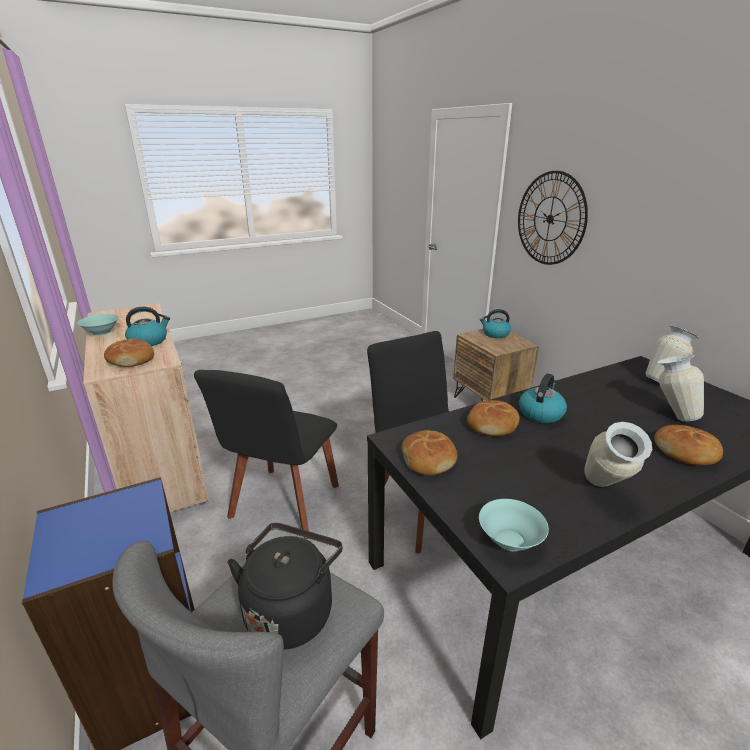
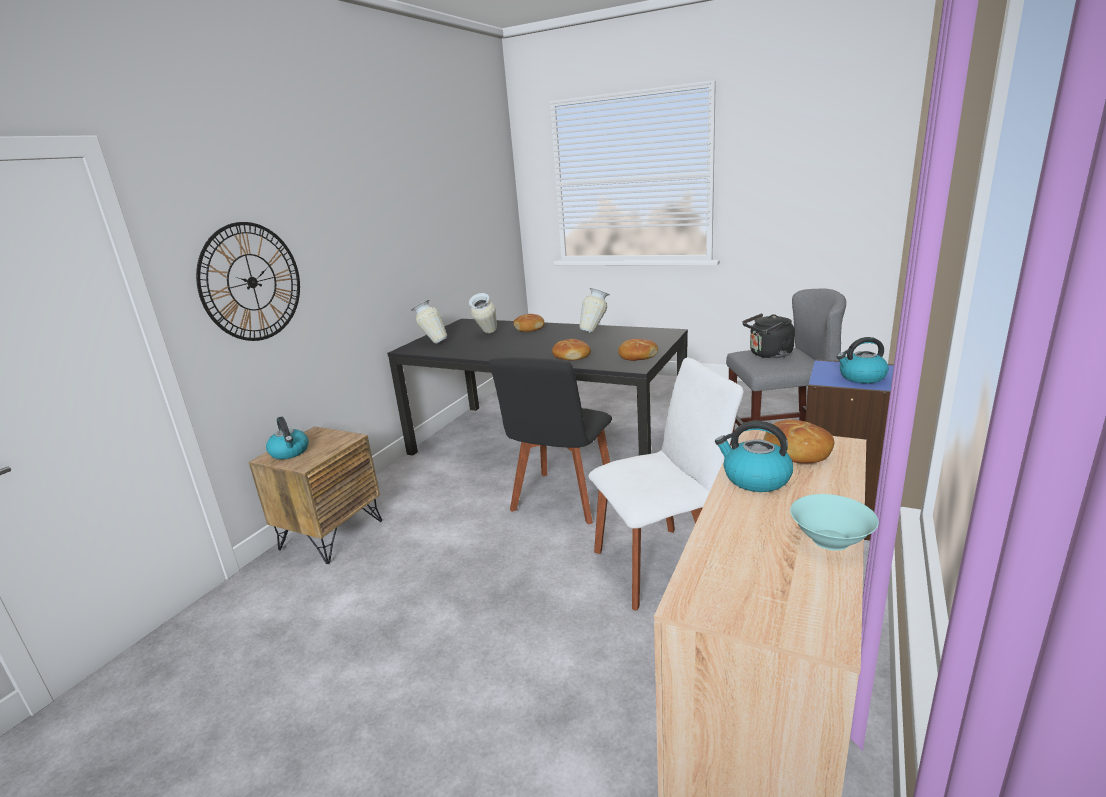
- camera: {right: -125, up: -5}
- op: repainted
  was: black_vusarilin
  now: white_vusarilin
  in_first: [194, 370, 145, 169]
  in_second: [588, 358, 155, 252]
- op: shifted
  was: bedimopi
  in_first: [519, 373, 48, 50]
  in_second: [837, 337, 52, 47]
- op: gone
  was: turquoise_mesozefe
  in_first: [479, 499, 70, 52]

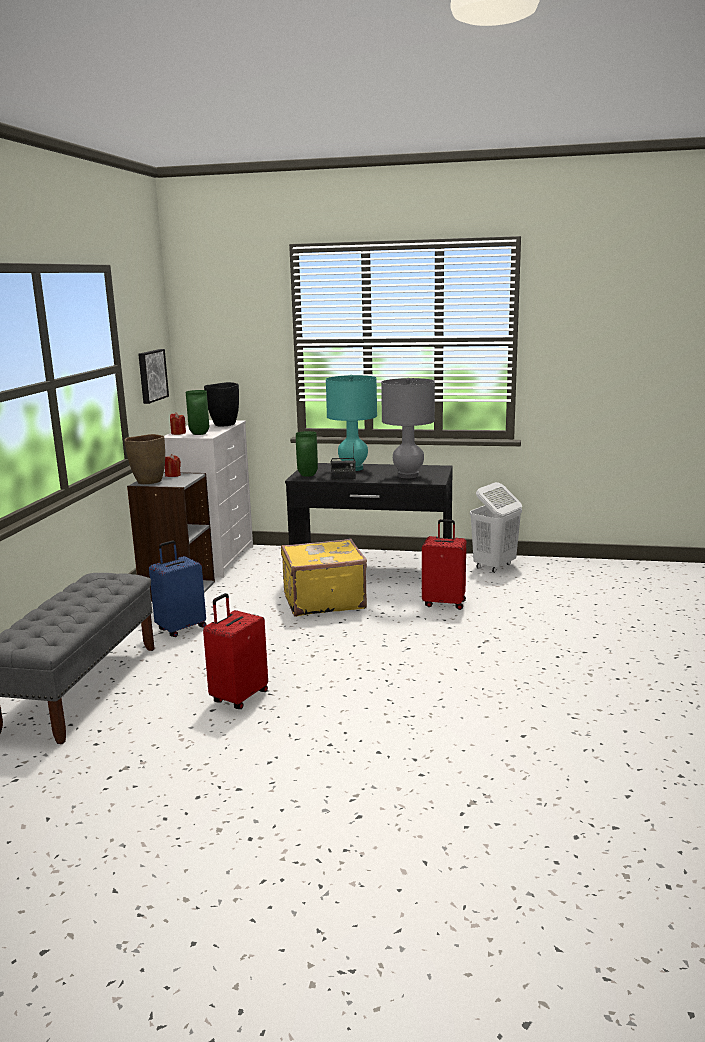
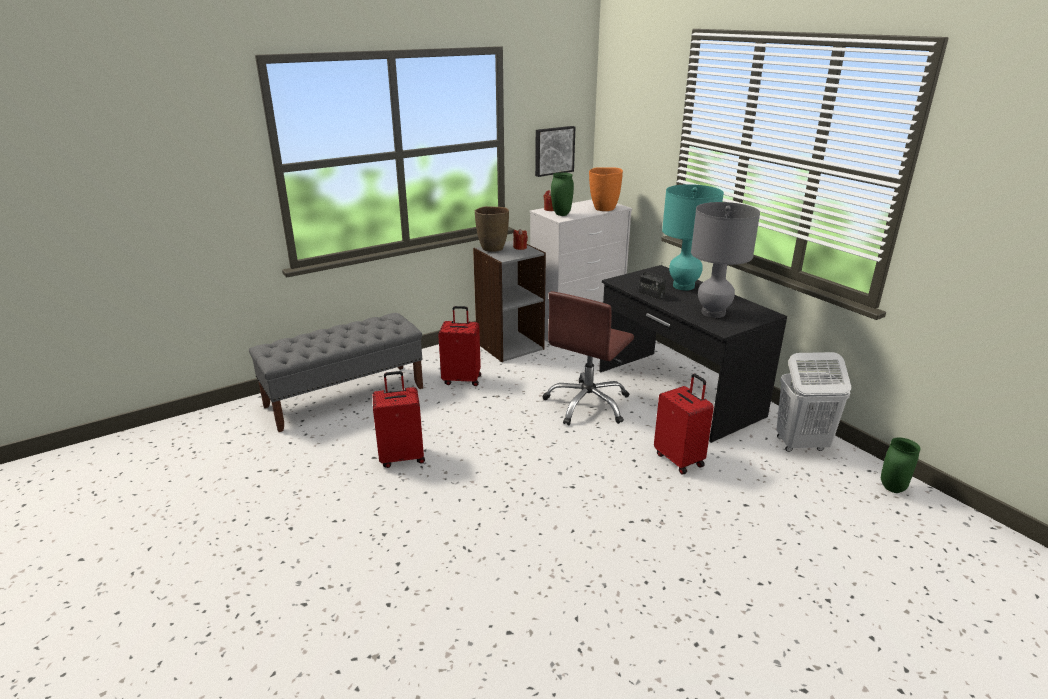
- camera: {right: 45, up: 10}
- op: repainted
  was: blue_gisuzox
  now: red_gisuzox
  in_first: [149, 541, 58, 96]
  in_second: [438, 306, 43, 80]
- op: swapped
  was: yellow_gisuzox
  now: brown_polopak
  in_first: [281, 538, 86, 79]
  in_second: [543, 291, 91, 134]
- op: repainted
  was: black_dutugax
  now: orange_dutugax
  in_first: [204, 382, 35, 44]
  in_second: [589, 167, 34, 44]
- op: shifted
  was: green_dutugax
  in_first: [296, 431, 22, 45]
  in_second: [881, 437, 40, 56]

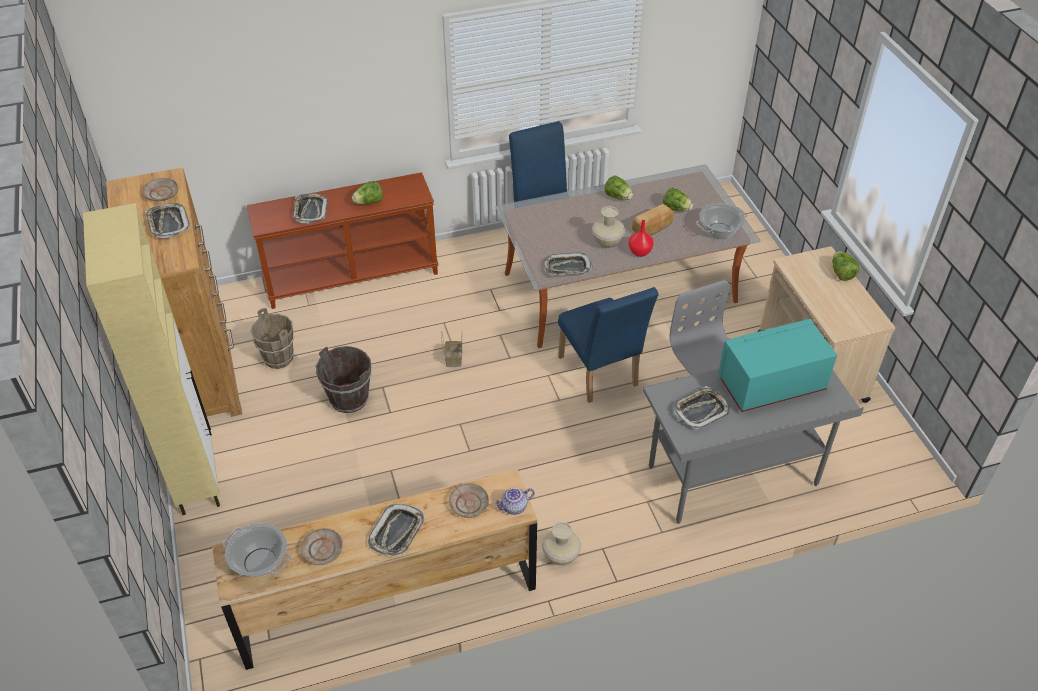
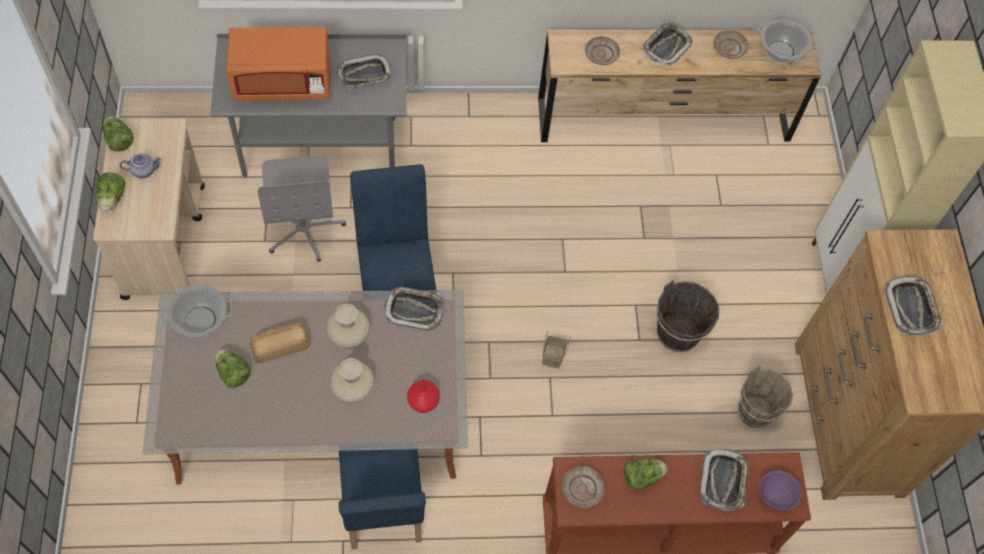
- camera: {right: -170, up: 15}
- op: shifted
  was: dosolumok
  in_first: [604, 175, 29, 25]
  in_second: [103, 116, 31, 36]
- op: shifted
  was: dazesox
  in_first: [494, 488, 41, 27]
  in_second: [120, 153, 42, 25]
- op: repainted
  was: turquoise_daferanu
  now: orange_daferanu
  in_first: [718, 319, 119, 93]
  in_second: [226, 27, 104, 74]
- op: shifted
  was: beige_dutugax
  in_first: [542, 522, 39, 43]
  in_second: [330, 358, 45, 45]
- op: shifted
  was: red_dutugax
  in_first: [628, 220, 26, 37]
  in_second: [407, 379, 33, 34]
- op: shifted
  was: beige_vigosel
  in_first: [142, 178, 36, 23]
  in_second: [562, 466, 43, 42]
- op: new
  now: purple_mesozefe
  in_second: [759, 470, 43, 41]

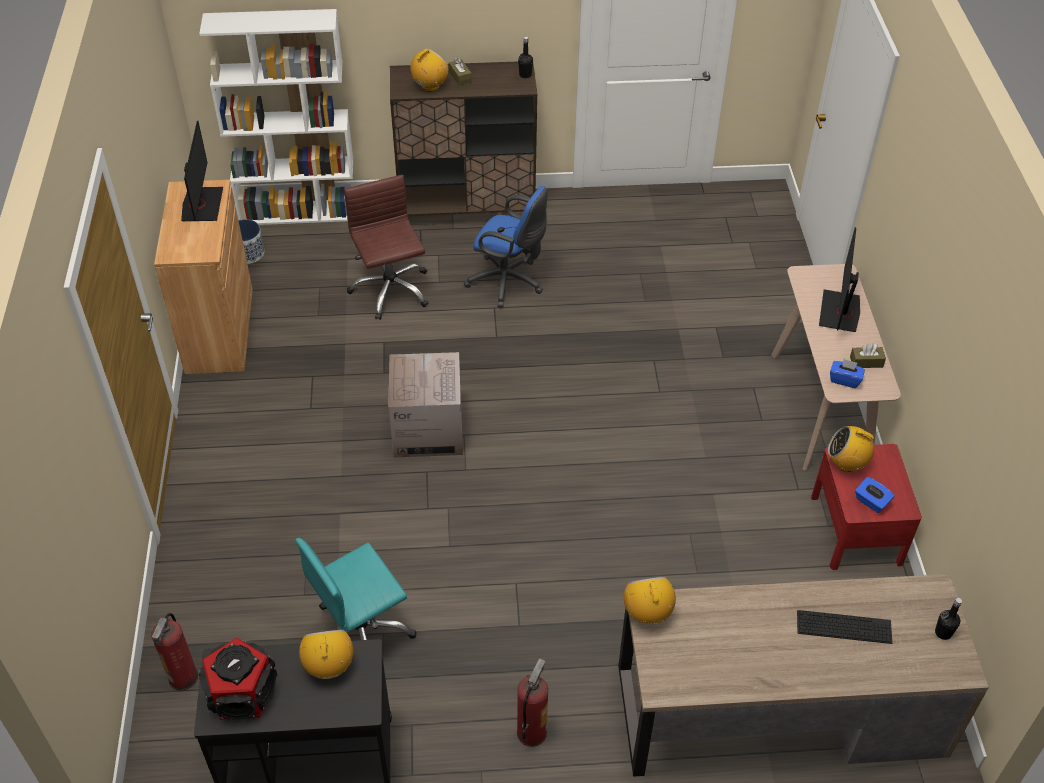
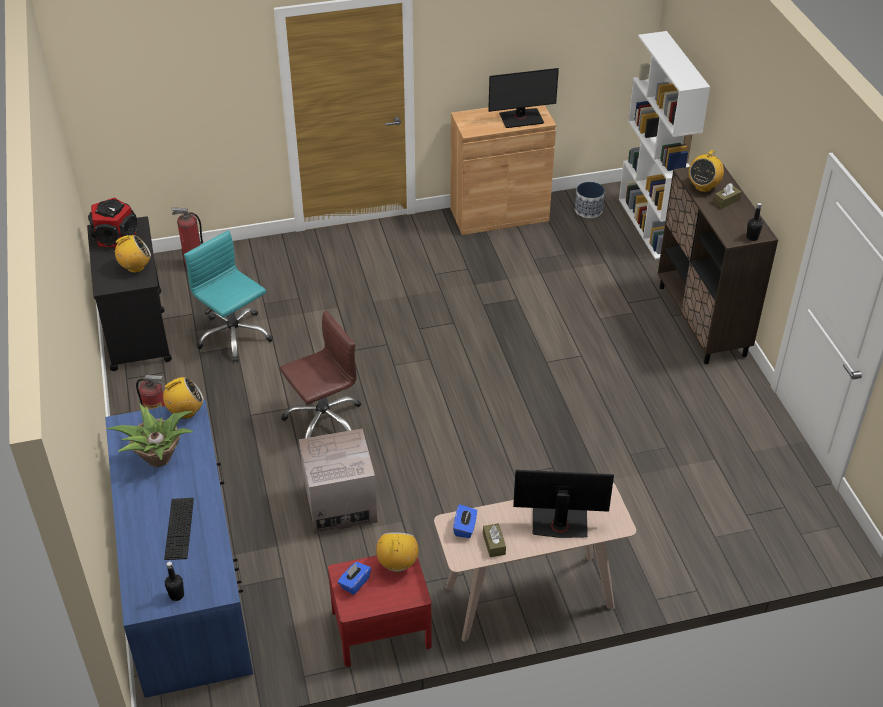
- camera: {right: 80, up: -5}
- op: repainted
  was: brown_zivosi
  now: blue_zivosi
  in_first: [618, 574, 371, 203]
  in_second: [105, 399, 148, 299]
- op: new
  now: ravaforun
  in_second: [107, 404, 86, 63]
- op: shifted
  was: brown_polopak
  in_first: [344, 175, 84, 145]
  in_second: [280, 311, 81, 127]
- op: shifted
  was: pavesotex
  in_first: [388, 352, 75, 105]
  in_second: [299, 429, 79, 105]
- op: rotated
  was: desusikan
  in_first: [410, 49, 39, 43]
  in_second: [689, 148, 35, 44]
  clockwise: 90
- op: gone
  was: blue_polopak
  in_first: [464, 186, 84, 122]

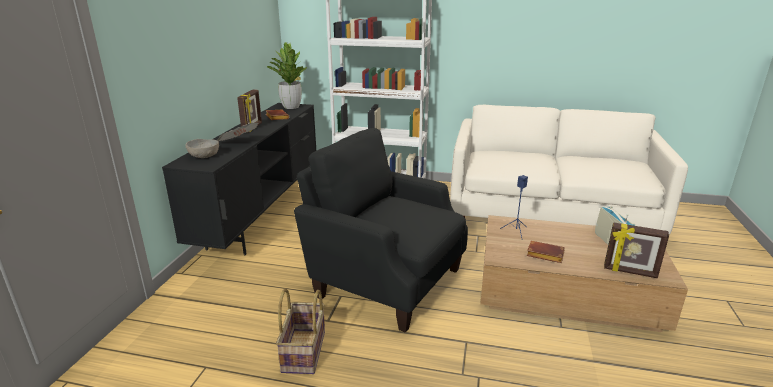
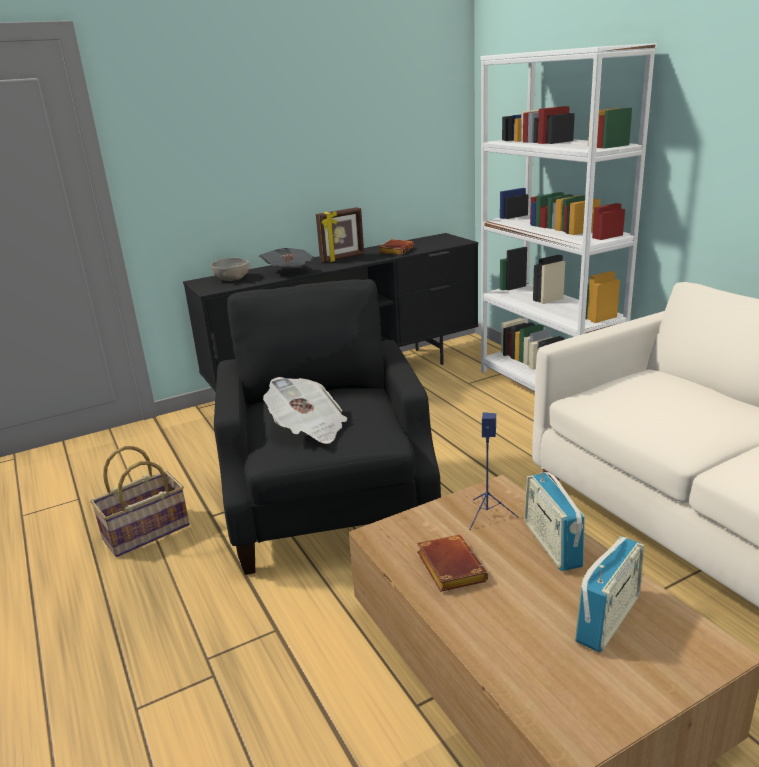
- camera: {right: 50, up: 0}
- op: new
  now: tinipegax
  in_second: [263, 377, 85, 67]
- op: new
  now: desusikan
  in_second: [524, 467, 61, 104]
- op: gone
  was: ravaforun
  in_first: [267, 42, 40, 67]
- op: gone
  was: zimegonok
  in_first: [604, 222, 65, 56]

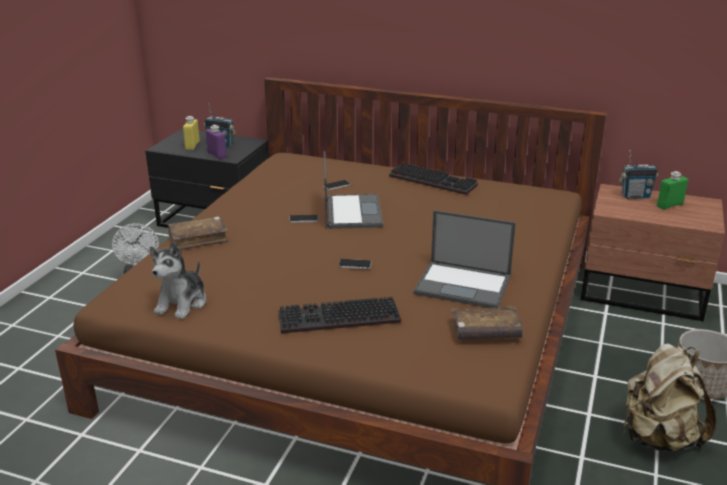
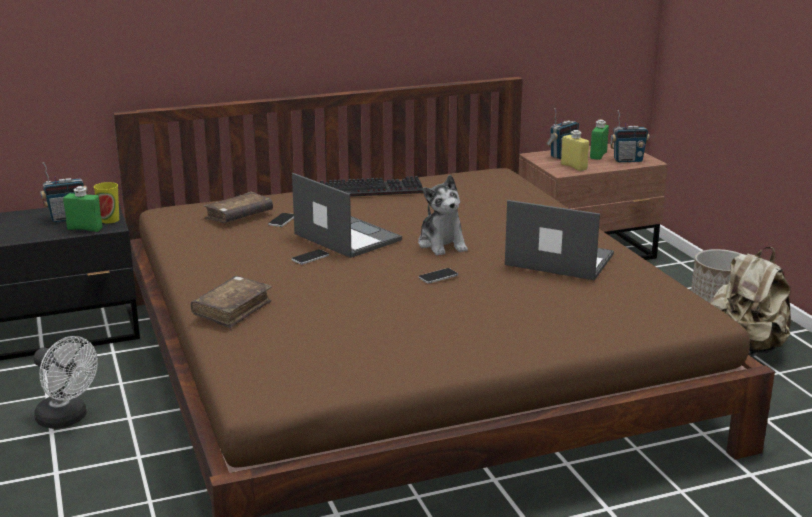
- camera: {right: -40, up: -5}
- op: repainted
  was: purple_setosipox
  now: green_setosipox
  in_first: [206, 125, 21, 34]
  in_second: [63, 186, 39, 46]
- op: new
  now: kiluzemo
  in_second: [94, 182, 25, 41]
- op: shifted
  was: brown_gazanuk
  in_first: [451, 306, 72, 34]
  in_second: [203, 192, 70, 31]
- op: shifted
  was: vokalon
  in_first: [150, 242, 56, 77]
  in_second: [418, 175, 50, 81]
- op: rotated
  was: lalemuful
  in_first: [413, 210, 103, 98]
  in_second: [505, 200, 109, 80]
  clockwise: -135
- op: shifted
  was: yellow_setosipox
  in_first: [183, 116, 17, 34]
  in_second: [561, 130, 28, 41]
- op: new
  now: desusikan
  in_second: [610, 110, 40, 52]
- op: gone
  was: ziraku
  in_first: [278, 297, 123, 36]

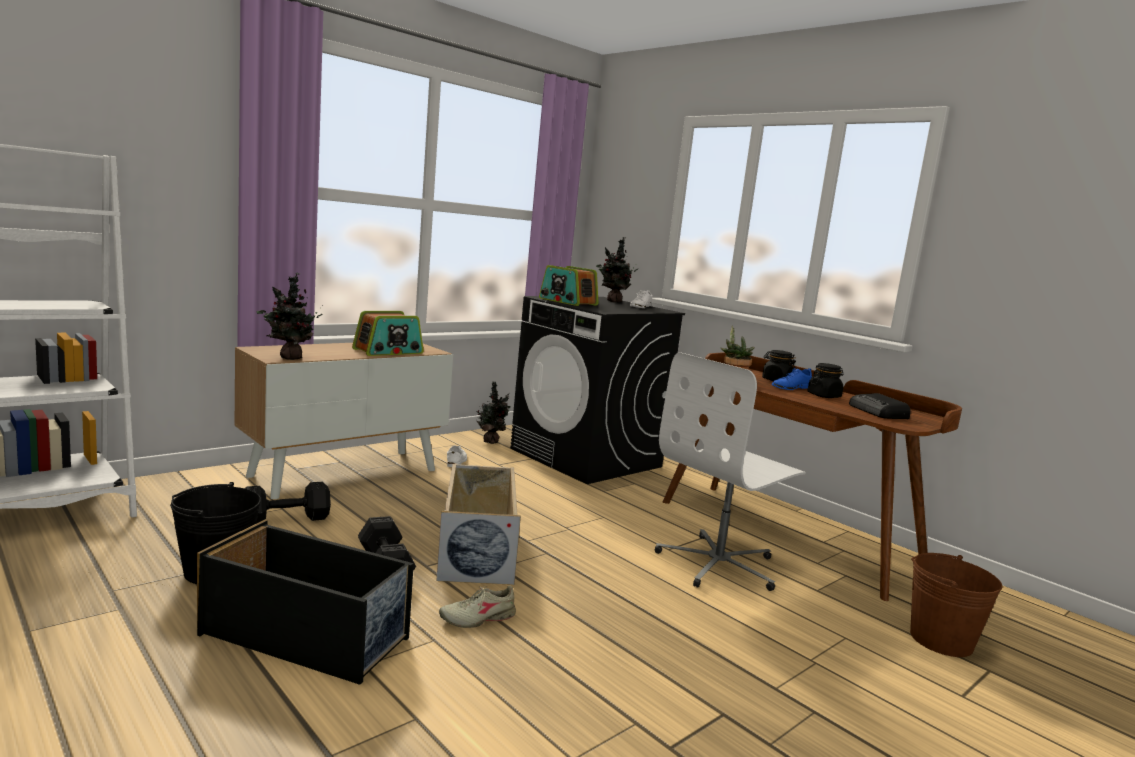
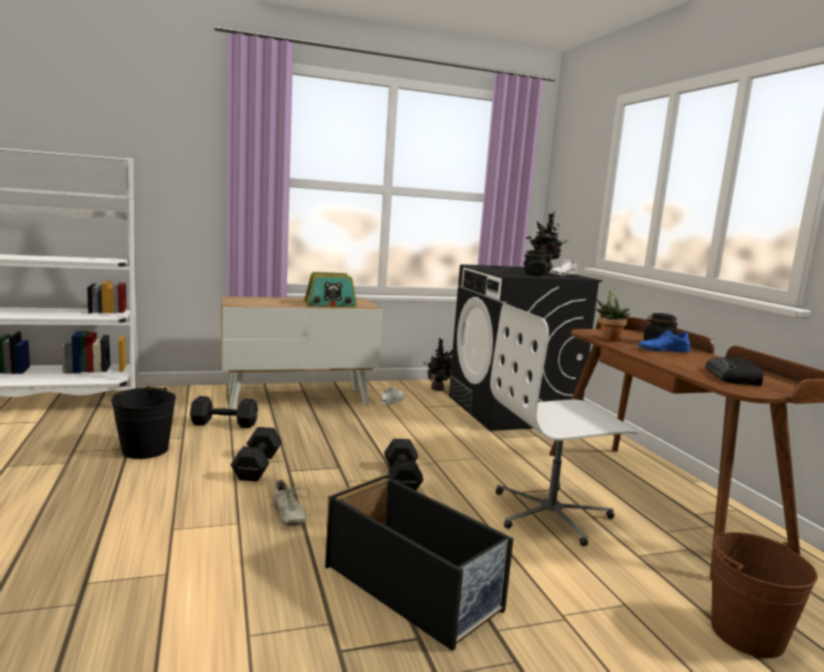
- camera: {right: 25, up: 0}
- op: rotated
  was: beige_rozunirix
  in_first: [439, 585, 77, 43]
  in_second: [264, 480, 46, 46]
  clockwise: -120
- op: shifted
  was: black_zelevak
  in_first: [197, 520, 217, 165]
  in_second: [325, 473, 188, 178]
- op: new
  now: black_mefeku
  in_second: [384, 439, 40, 52]
- op: shifted
  was: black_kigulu
  in_first: [807, 363, 36, 35]
  in_second: [523, 250, 28, 26]
- op: gone
  was: ravaforun
  in_first: [257, 273, 66, 87]
- op: gone
  was: beige_zelevak
  in_first: [436, 463, 85, 122]
- op: gone
  was: desusikan
  in_first: [539, 265, 60, 41]

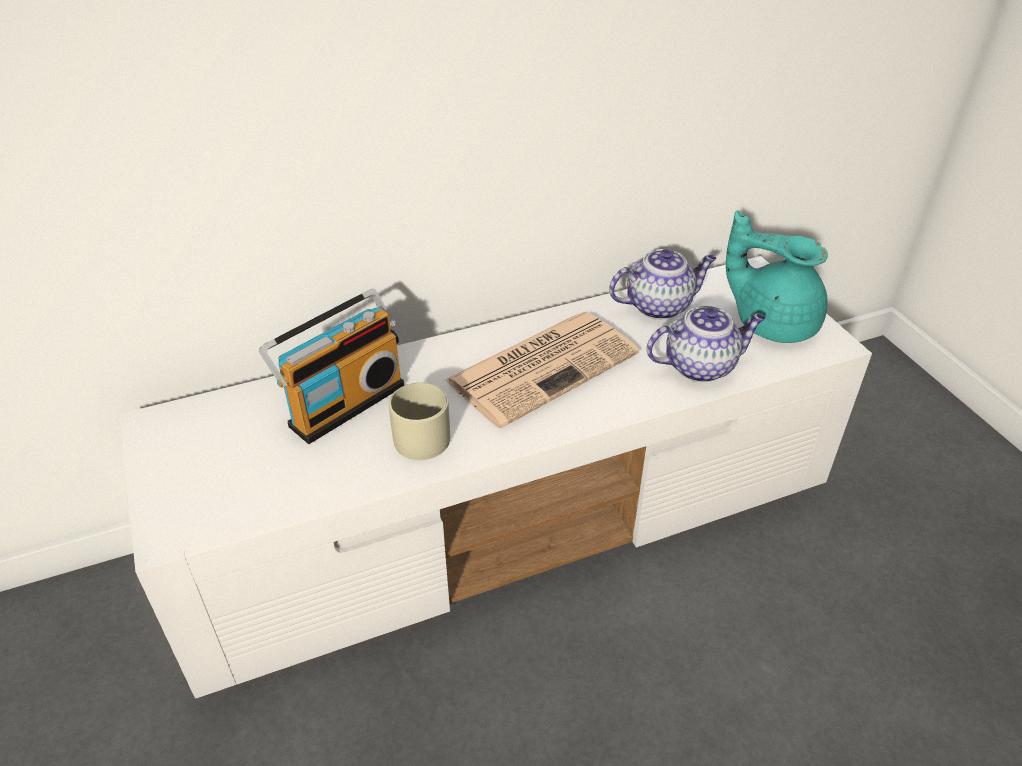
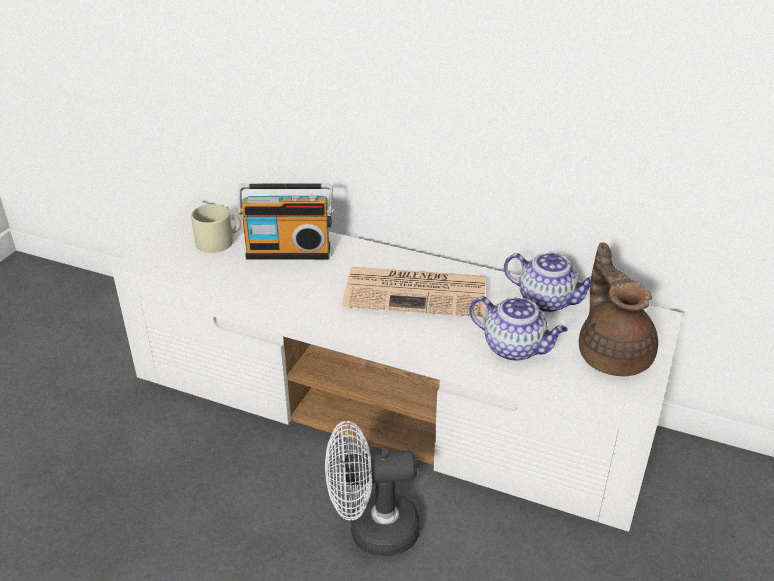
- camera: {right: 45, up: -5}
- op: shifted
  was: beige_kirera
  in_first: [388, 382, 62, 78]
  in_second: [191, 204, 50, 49]
- op: new
  now: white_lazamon
  in_second: [325, 421, 95, 135]
- op: repainted
  was: turquoise_dazesox
  now: brown_dazesox
  in_first: [726, 210, 102, 133]
  in_second: [579, 242, 79, 134]

